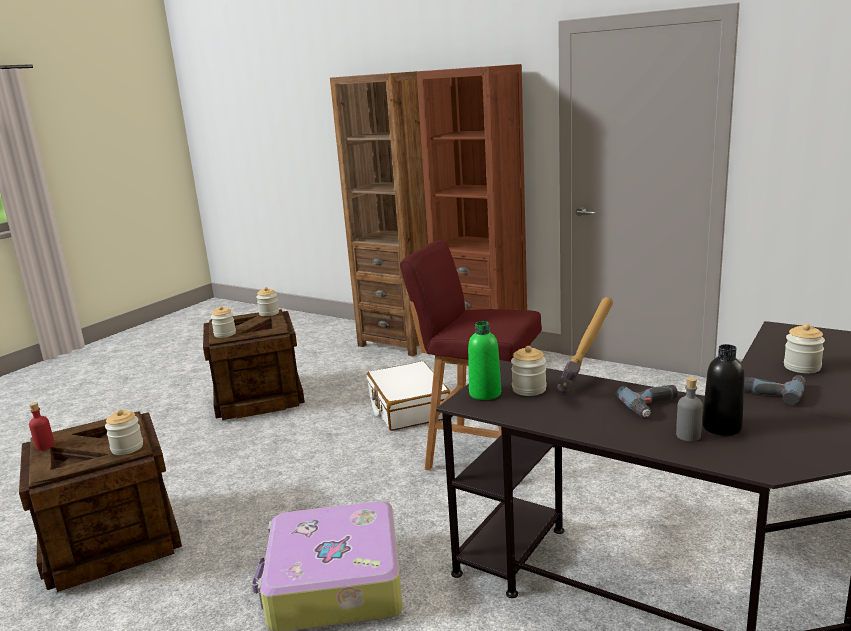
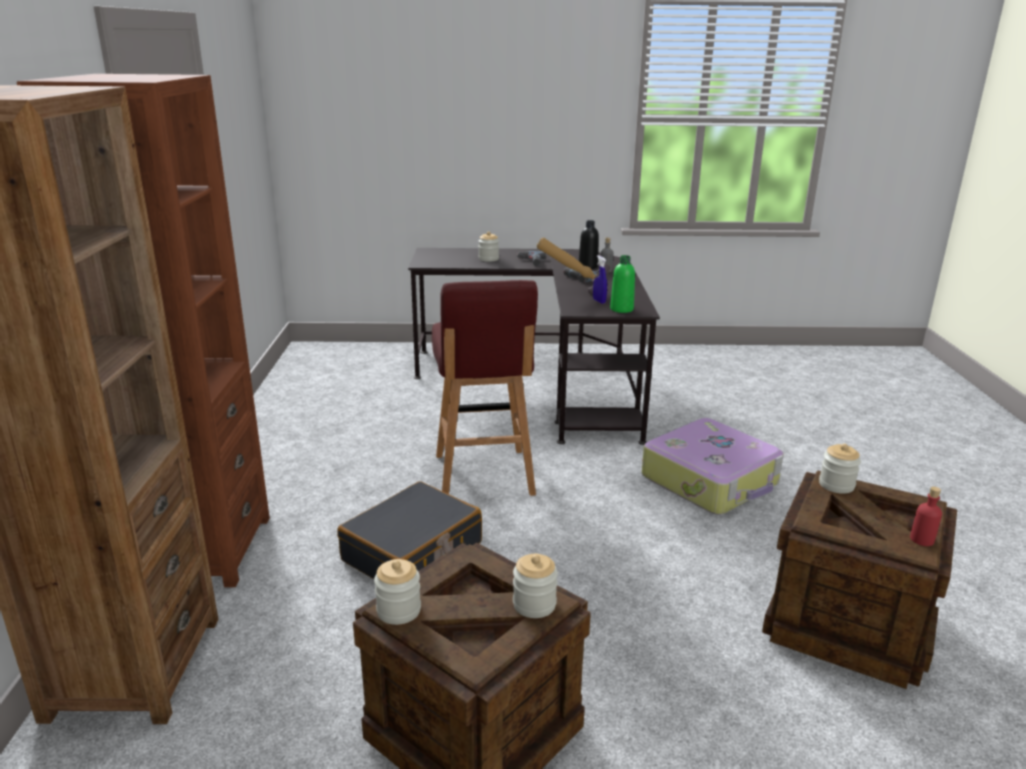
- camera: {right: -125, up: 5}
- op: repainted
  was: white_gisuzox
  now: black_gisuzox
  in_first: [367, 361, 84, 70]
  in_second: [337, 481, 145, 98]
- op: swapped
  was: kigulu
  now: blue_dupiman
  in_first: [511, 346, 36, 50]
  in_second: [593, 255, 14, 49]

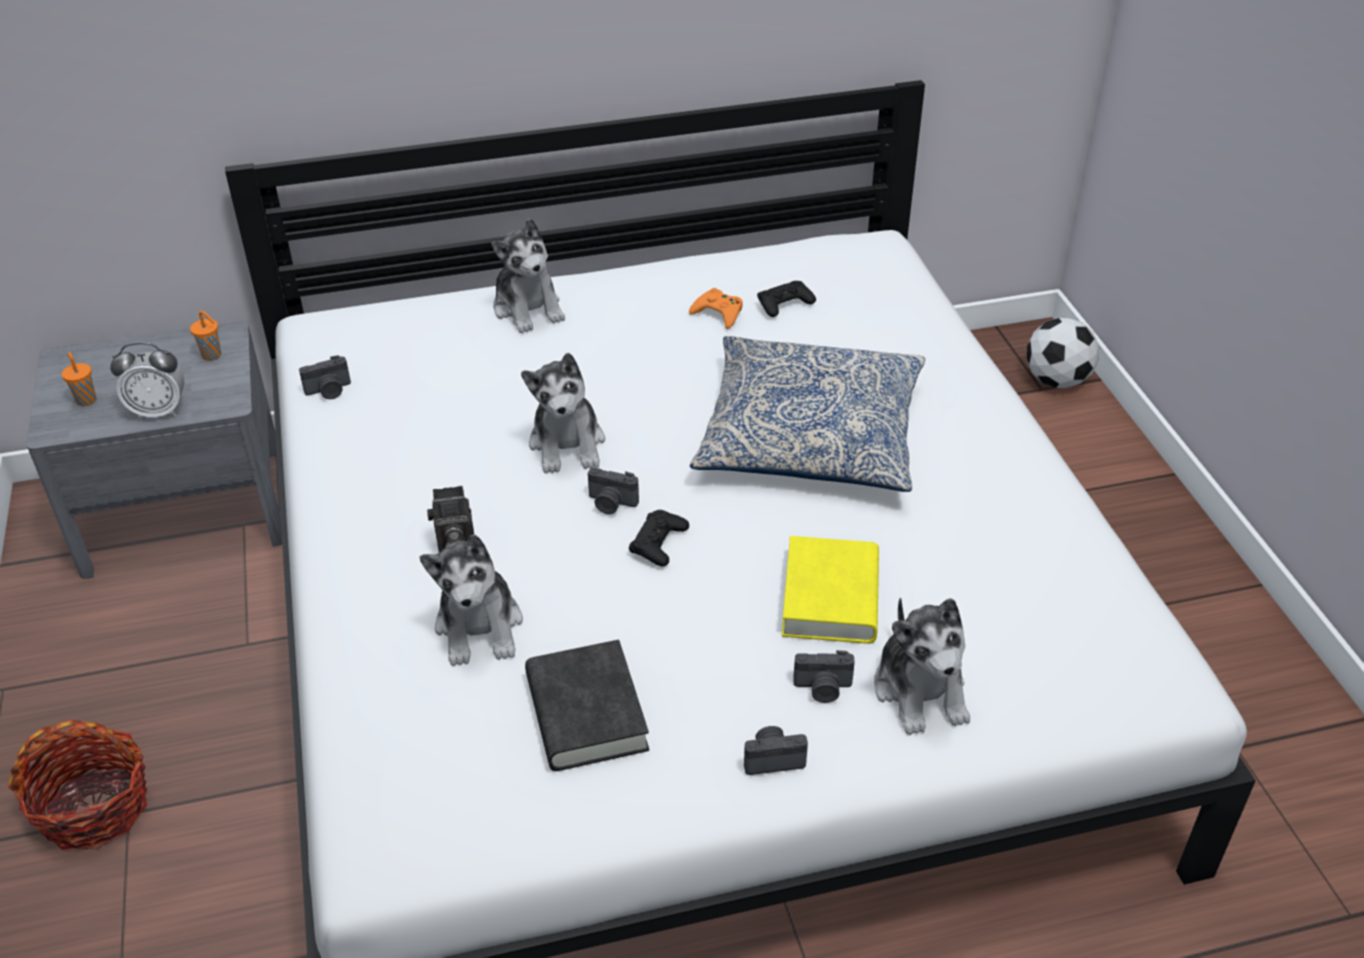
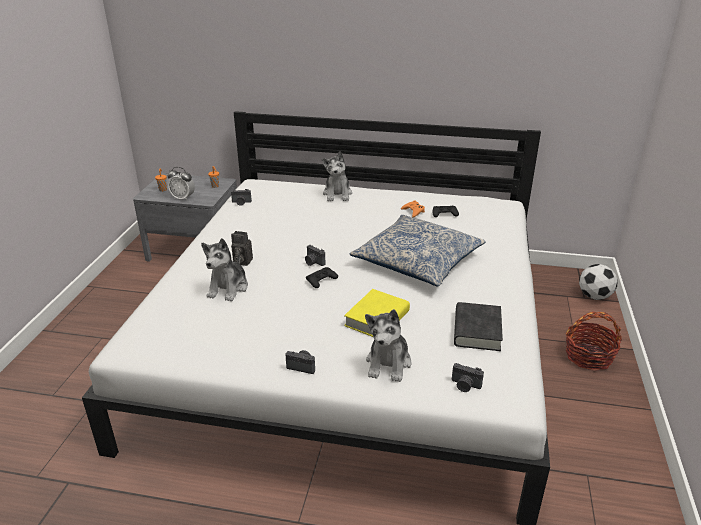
- camera: {right: 25, up: -10}
- op: shifted
  was: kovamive
  in_first: [793, 650, 62, 53]
  in_second: [452, 363, 32, 29]
- op: shifted
  was: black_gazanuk
  in_first: [525, 640, 124, 131]
  in_second: [454, 302, 49, 49]
- op: shifted
  was: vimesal
  in_first: [8, 720, 139, 130]
  in_second: [566, 312, 56, 59]
- op: gone
  was: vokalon
  in_first: [521, 353, 84, 121]

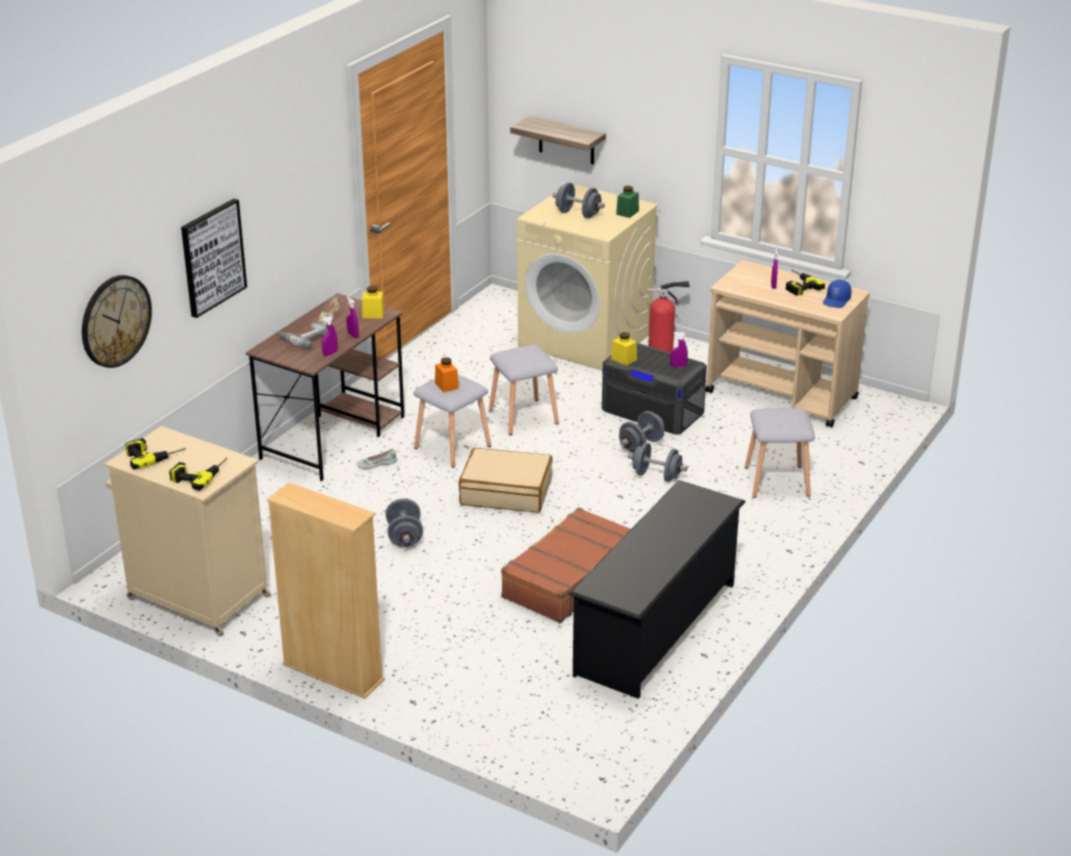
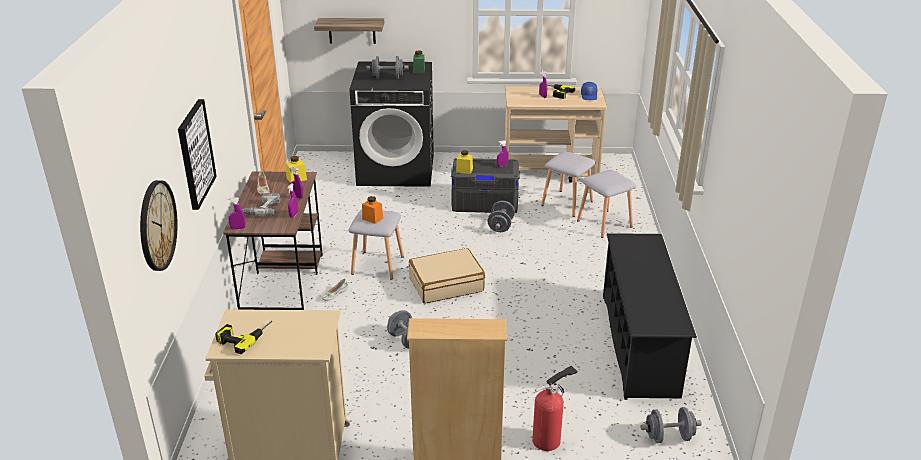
- camera: {right: -30, up: 0}
- op: new
  now: purple_dupiman
  in_second: [227, 197, 18, 33]
- op: repainted
  was: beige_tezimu
  now: black_tezimu
  in_first: [517, 184, 141, 187]
  in_second: [349, 61, 85, 126]
- op: shifted
  was: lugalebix
  in_first: [648, 281, 41, 72]
  in_second: [533, 366, 44, 85]
- op: shifted
  was: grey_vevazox
  in_first: [489, 345, 70, 90]
  in_second: [541, 151, 55, 66]
- op: shifted
  was: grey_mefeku
  in_first: [628, 442, 60, 40]
  in_second: [640, 407, 62, 36]
- op: gone
  was: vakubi
  in_first: [169, 458, 59, 33]
- op: gone
  was: brown_gisuzox
  in_first: [501, 507, 130, 116]

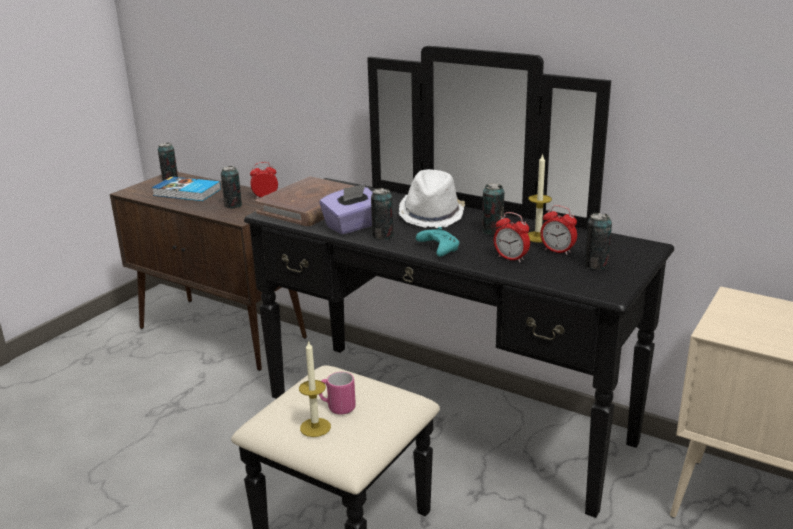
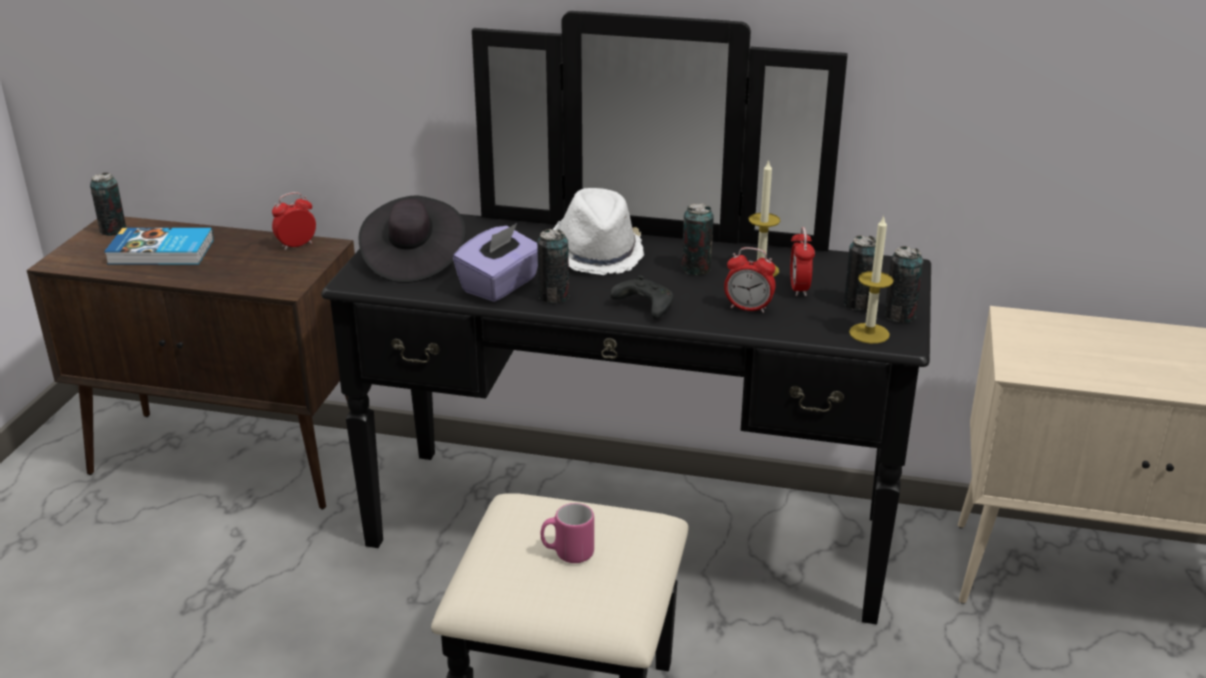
- camera: {right: -20, up: 5}
- op: swapped
  was: brown_gazanuk
  now: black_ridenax
  in_first: [255, 176, 98, 50]
  in_second: [359, 196, 107, 87]
- op: repainted
  was: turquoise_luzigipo
  now: black_luzigipo
  in_first: [416, 227, 43, 30]
  in_second: [610, 275, 64, 44]
- op: rotated
  was: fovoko
  in_first: [540, 205, 37, 50]
  in_second: [790, 227, 25, 69]
  clockwise: 75
- op: shifted
  was: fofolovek
  in_first: [299, 340, 32, 97]
  in_second: [849, 215, 45, 129]
- op: shifted
  was: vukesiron
  in_first: [221, 166, 21, 43]
  in_second: [884, 246, 40, 77]

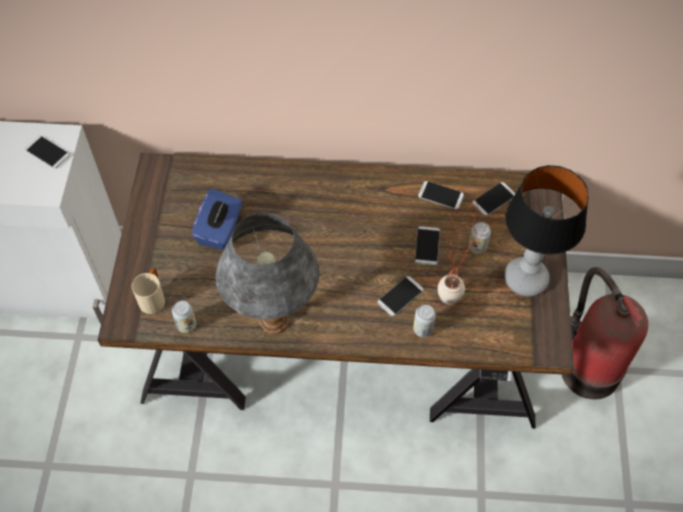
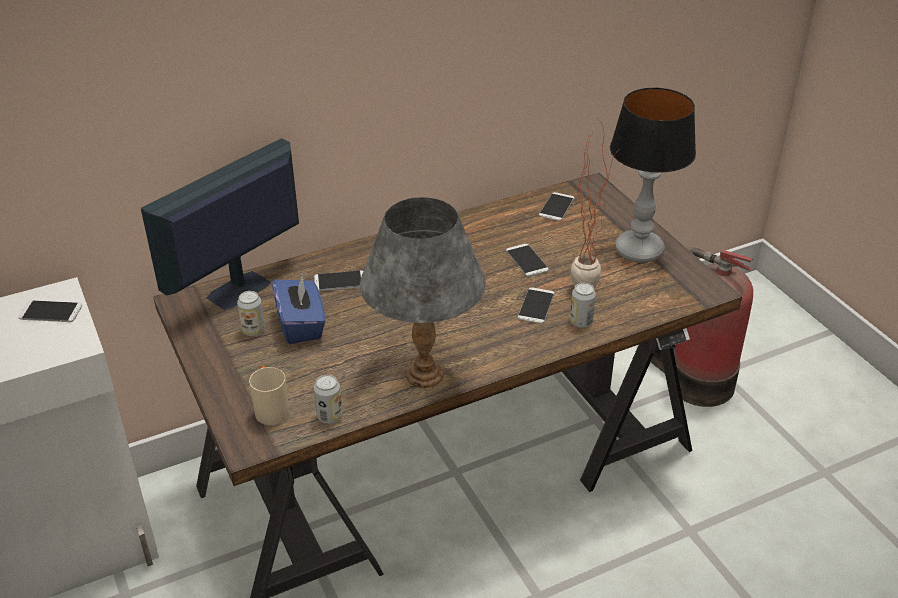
- camera: {right: -30, up: -20}
- op: new
  now: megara
  in_second: [141, 138, 158, 172]
- op: shifted
  was: vukesiron
  in_first: [468, 222, 23, 33]
  in_second: [237, 291, 28, 45]
- op: shifted
  was: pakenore
  in_first: [418, 181, 46, 28]
  in_second: [314, 270, 49, 21]

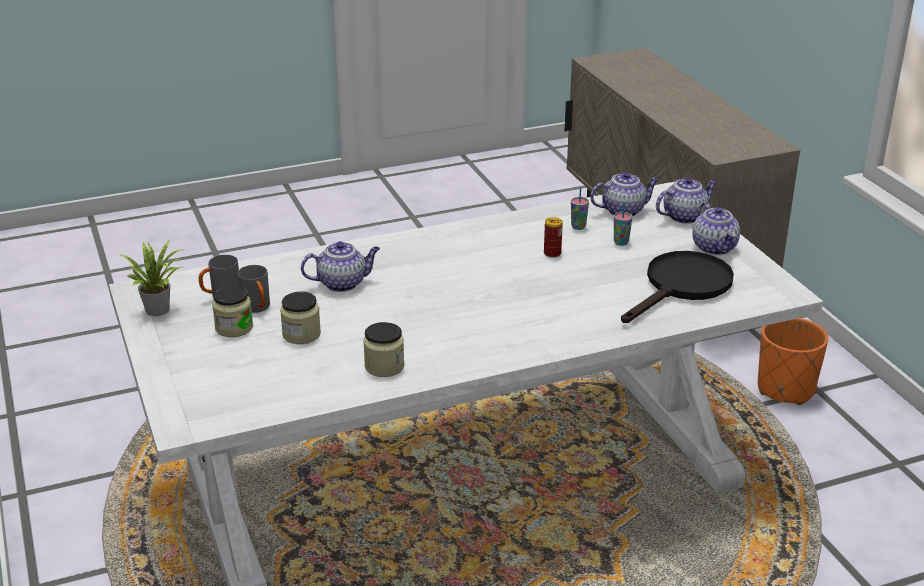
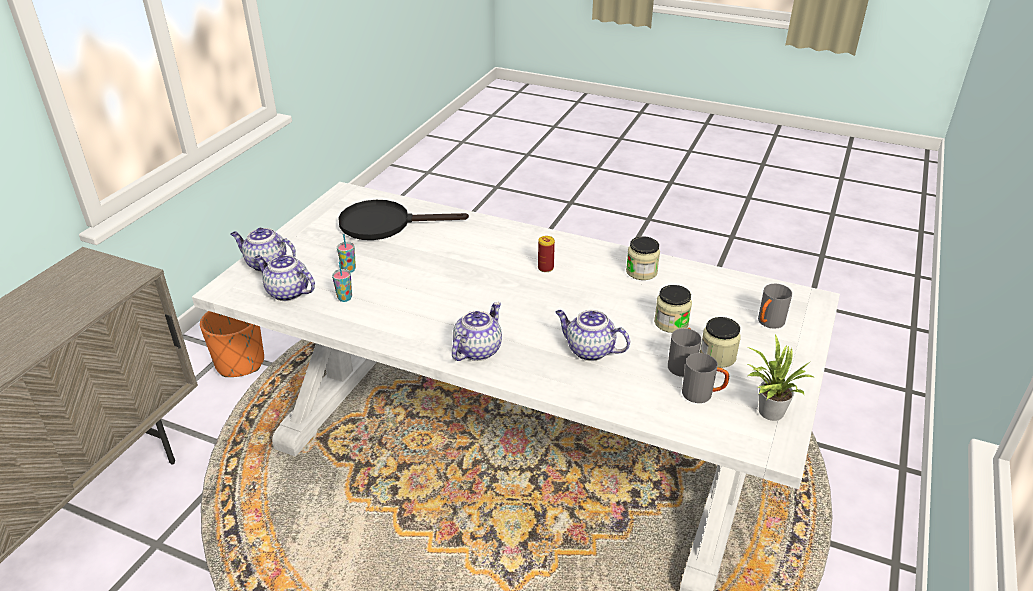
- camera: {right: -135, up: 5}
- op: shifted
  was: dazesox
  in_first: [692, 202, 48, 53]
  in_second: [452, 302, 50, 59]
- op: shifted
  was: vukesiron
  in_first: [544, 217, 19, 41]
  in_second: [538, 236, 17, 36]
- op: new
  now: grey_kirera
  in_second: [758, 284, 34, 45]

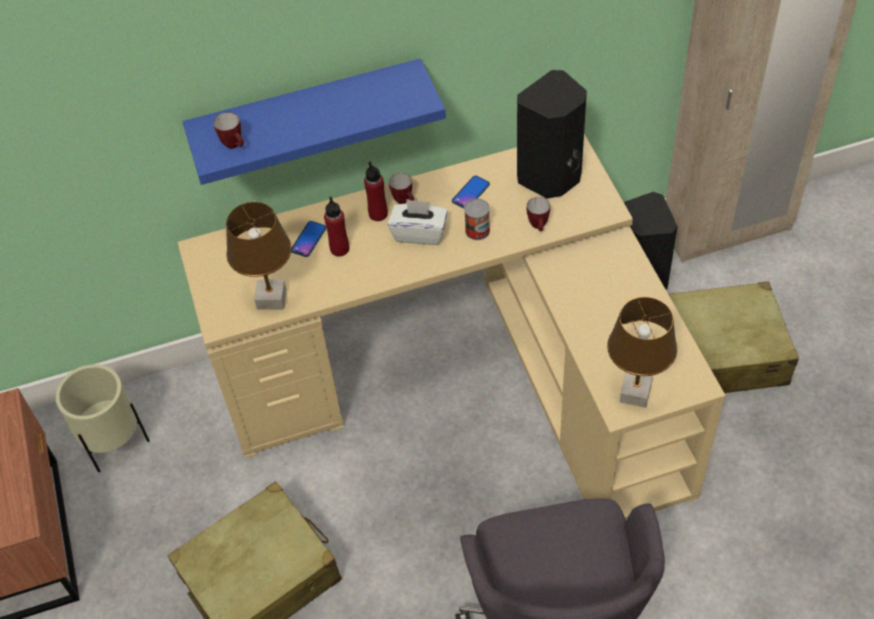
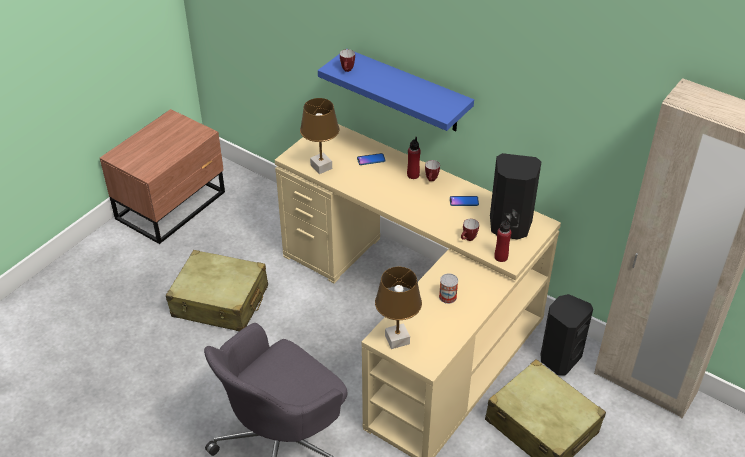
- camera: {right: 50, up: -10}
- op: shifted
  was: vukesiron
  in_first: [464, 199, 26, 41]
  in_second: [439, 273, 19, 31]
- op: shifted
  was: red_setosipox
  in_first: [324, 197, 25, 59]
  in_second: [494, 218, 17, 44]
- op: gone
  was: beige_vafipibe
  in_first: [56, 364, 94, 108]
- op: gone
  was: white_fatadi
  in_first: [388, 199, 60, 46]

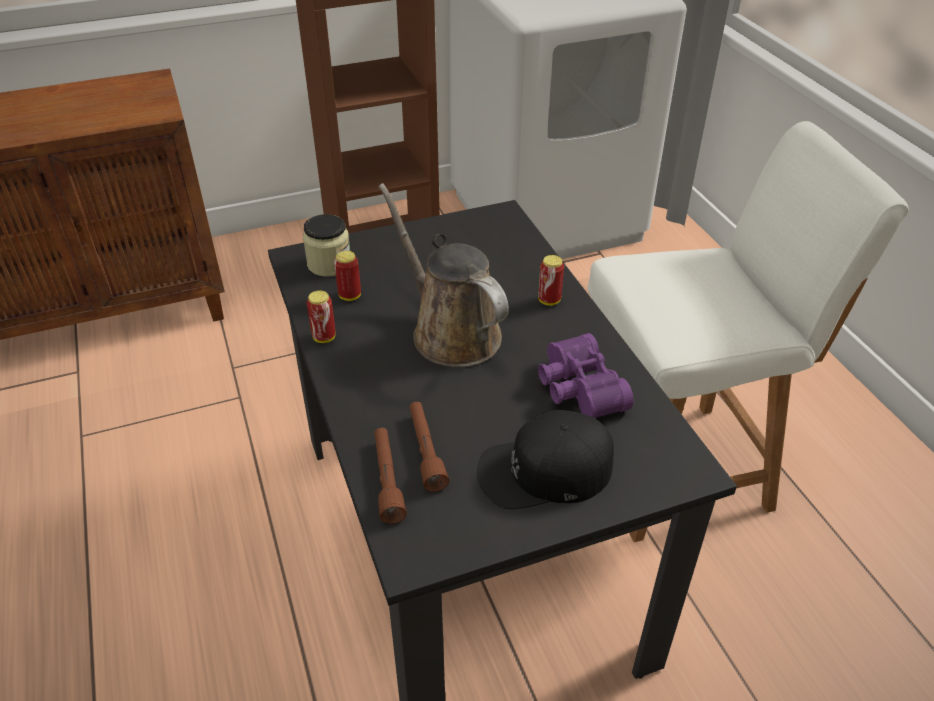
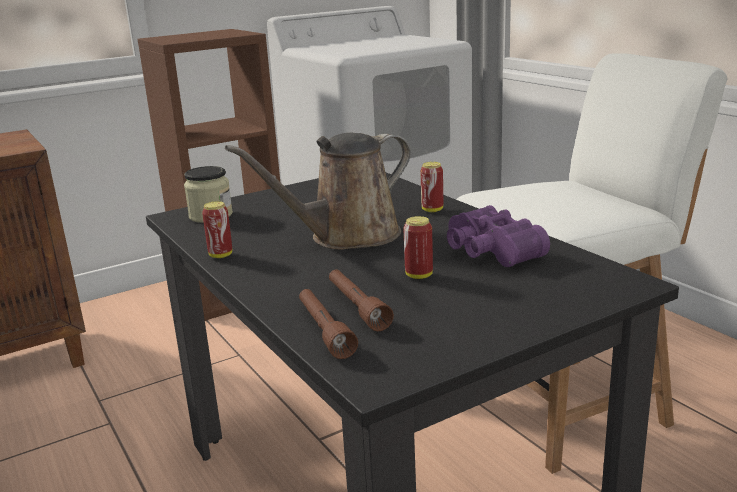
- camera: {right: -10, up: -20}
- op: rotated
  was: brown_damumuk
  in_first: [378, 183, 131, 184]
  in_second: [225, 133, 186, 117]
  clockwise: -75
- op: shifted
  was: vukesiron
  in_first: [334, 251, 27, 50]
  in_second: [403, 216, 30, 63]
- op: gone
  was: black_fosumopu
  in_first: [477, 410, 137, 99]

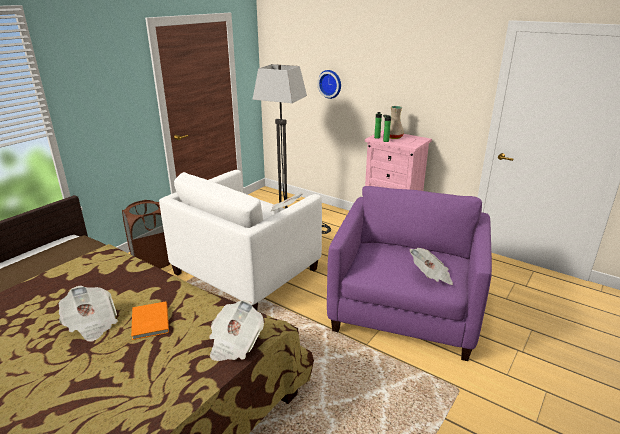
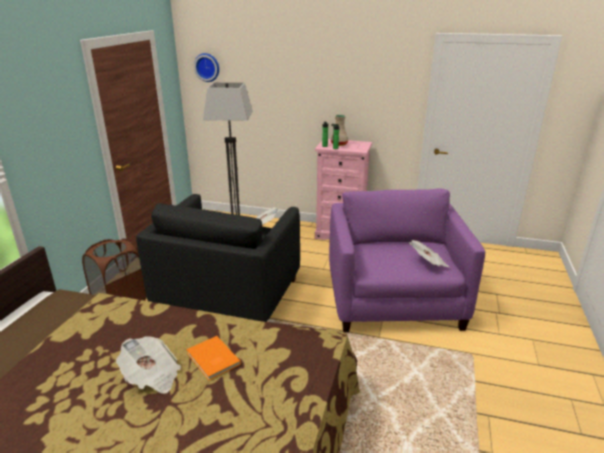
- camera: {right: -20, up: 0}
- op: repainted
  was: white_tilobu
  now: black_tilobu
  in_first: [159, 170, 163, 141]
  in_second: [136, 194, 164, 128]
- op: shifted
  was: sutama
  in_first: [317, 70, 24, 29]
  in_second: [194, 53, 25, 29]
- op: gone
  was: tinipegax
  in_first: [209, 300, 55, 61]

